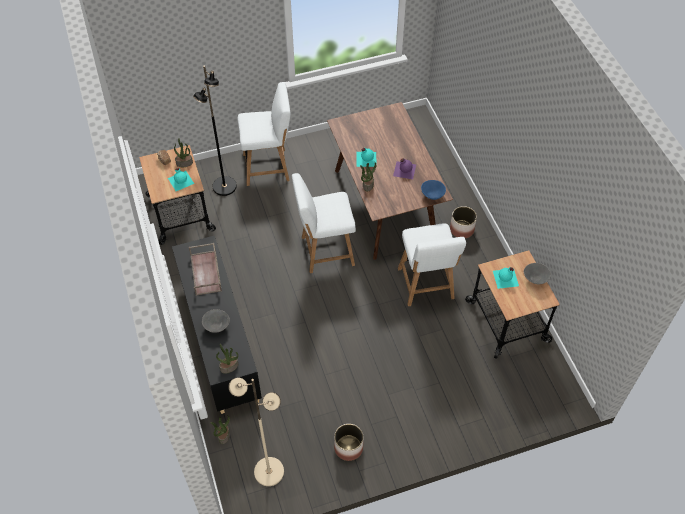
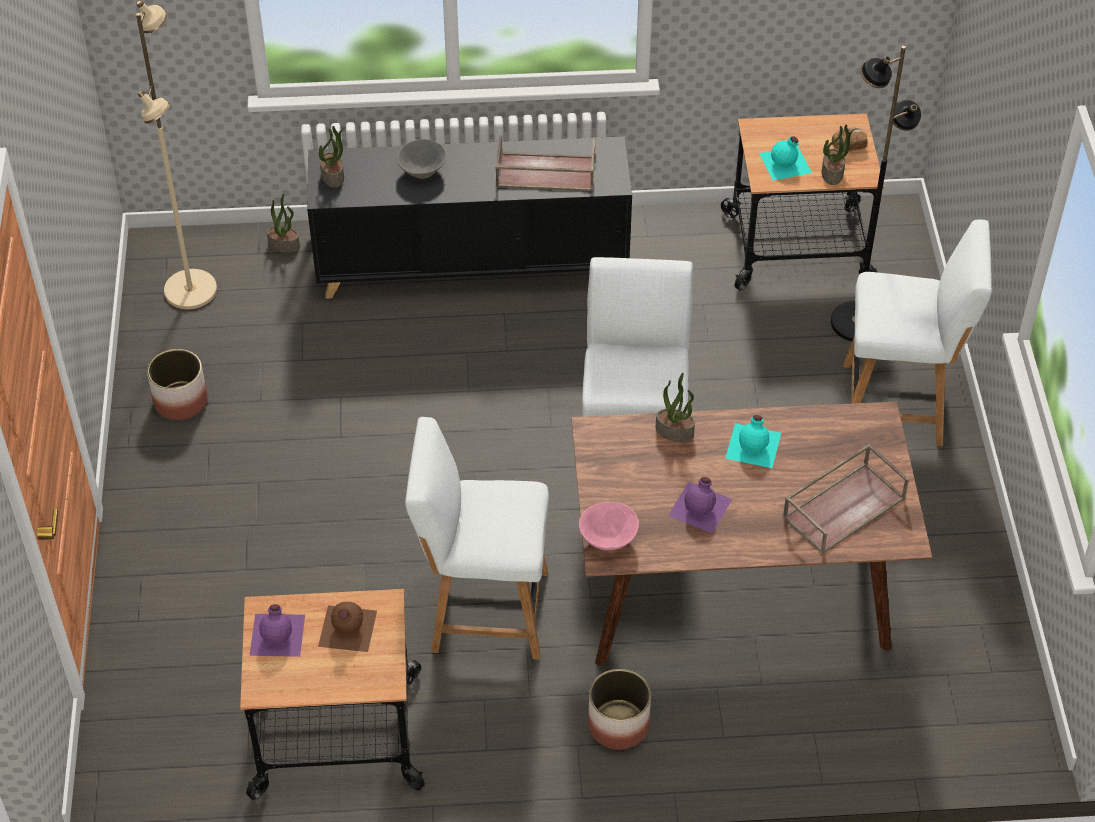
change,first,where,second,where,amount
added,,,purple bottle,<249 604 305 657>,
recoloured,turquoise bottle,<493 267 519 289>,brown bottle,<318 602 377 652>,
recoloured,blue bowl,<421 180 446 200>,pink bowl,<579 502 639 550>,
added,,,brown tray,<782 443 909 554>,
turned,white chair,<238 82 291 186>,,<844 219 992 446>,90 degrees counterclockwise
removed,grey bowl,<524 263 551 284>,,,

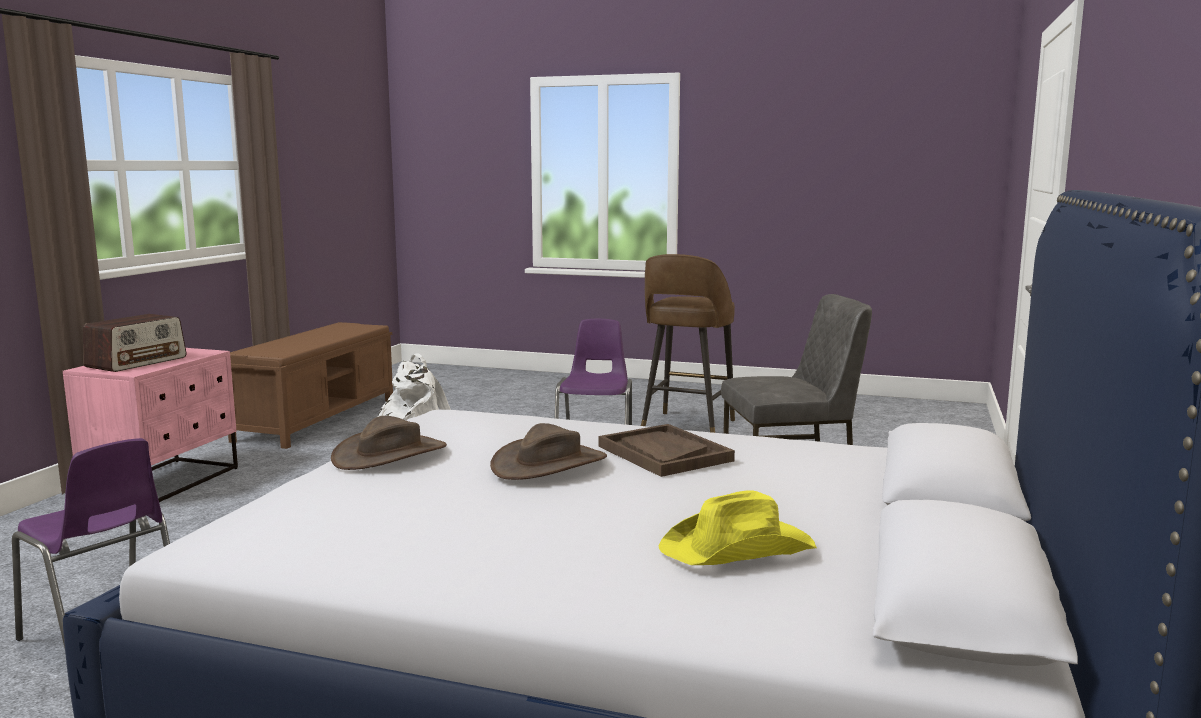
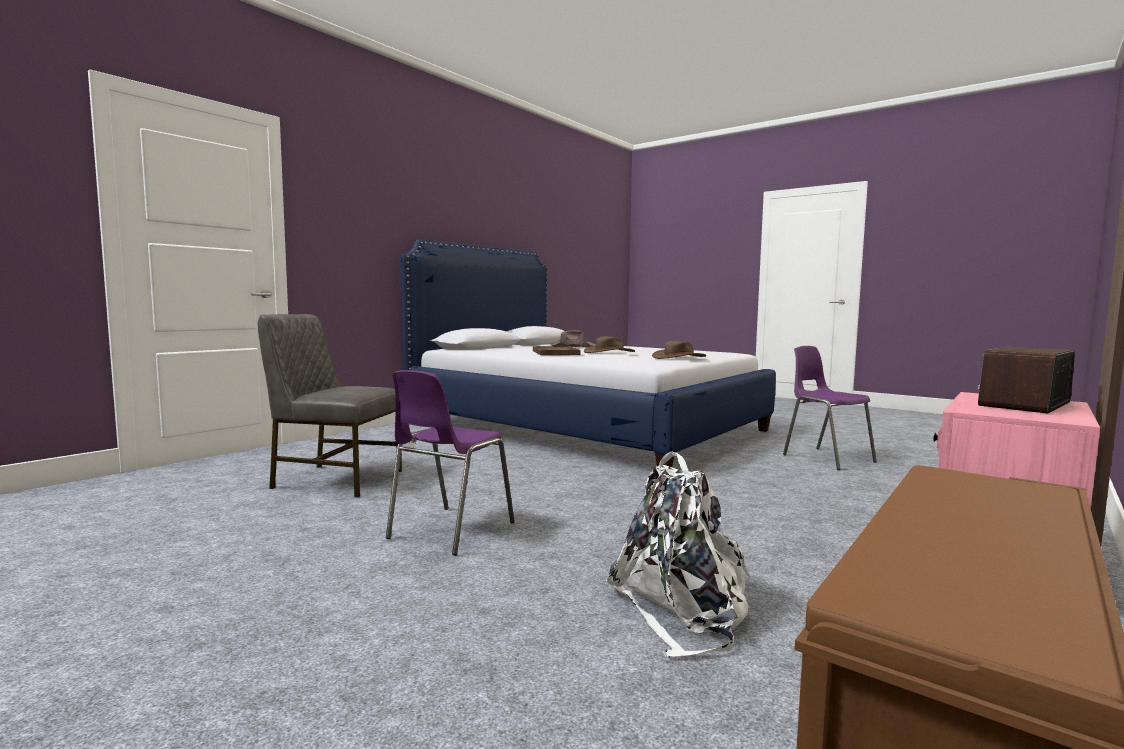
change,first,where,second,where,amount
recoloured,yellow hat,<659 490 817 565>,brown hat,<550 330 595 347>,
removed,brown stool,<641 254 735 433>,,,

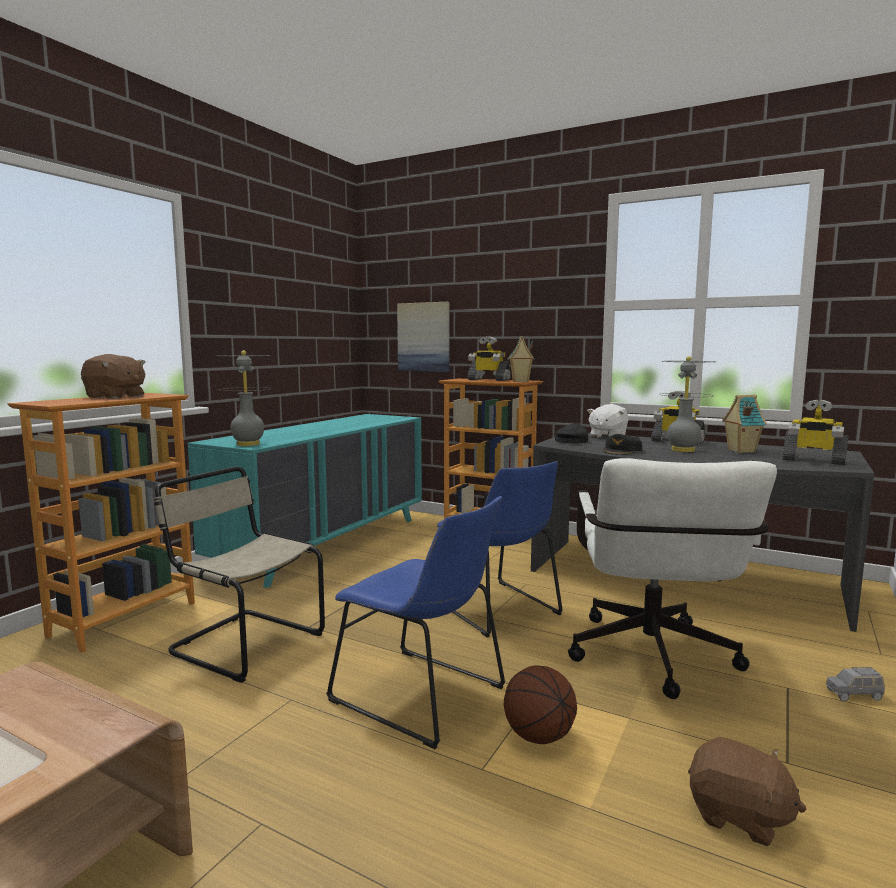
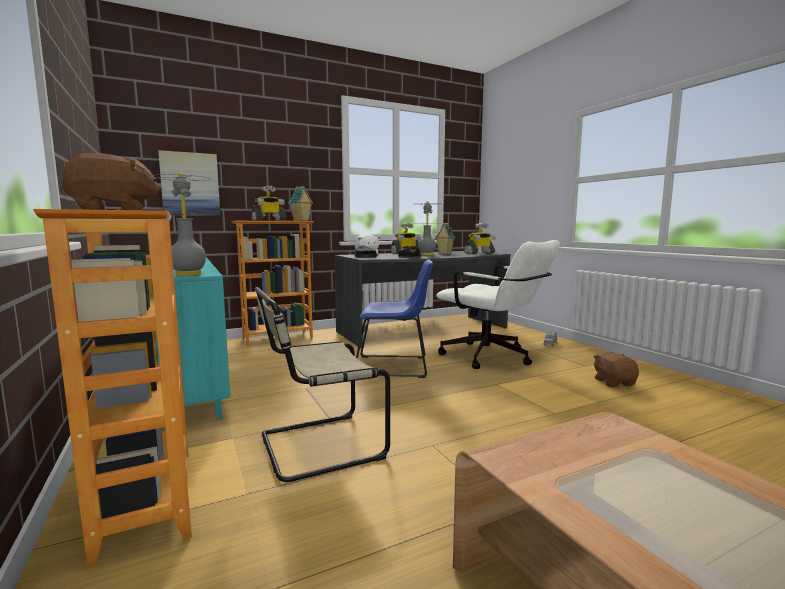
change,first,where,second,where,amount
turned,brown plush toy,<688 737 806 846>,,<593 352 639 387>,75 degrees counterclockwise
removed,blue chair,<326 496 505 749>,,,
removed,basketball,<504 665 577 744>,,,

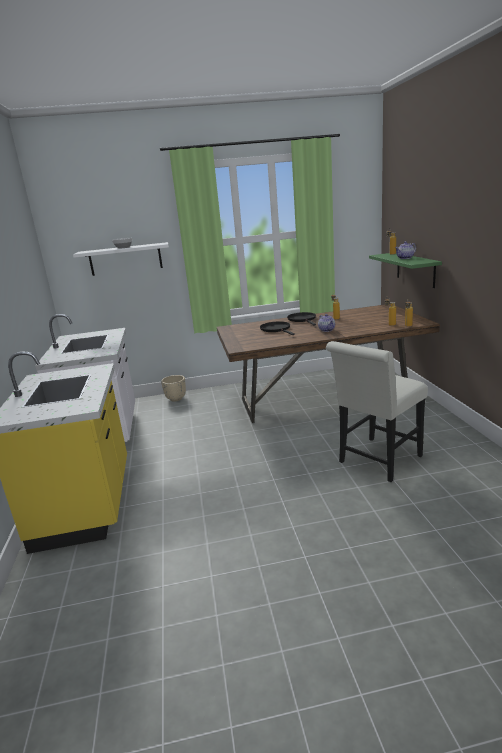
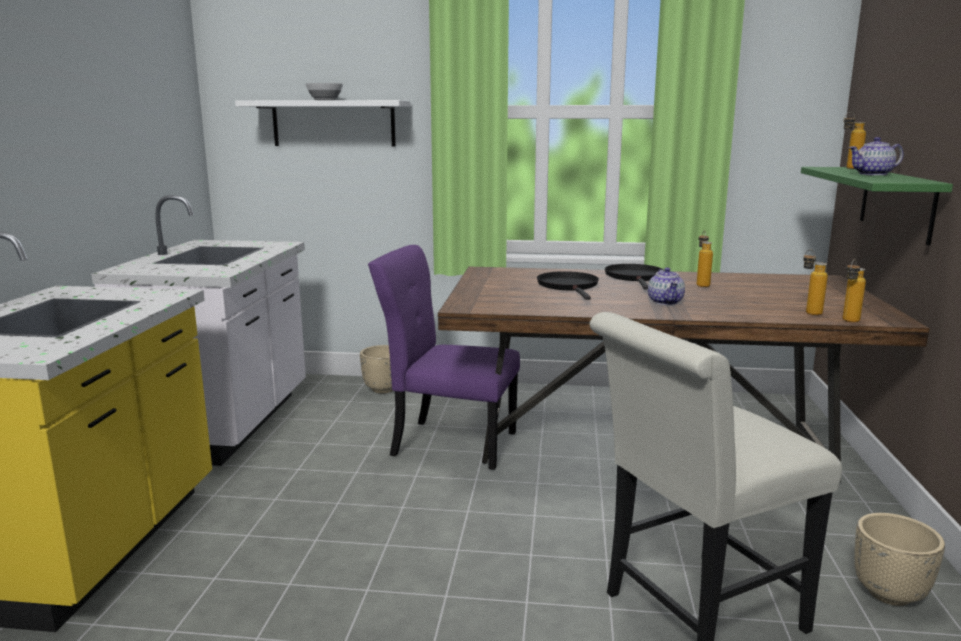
change,first,where,second,where,amount
added,,,purple chair,<368 245 520 470>,
added,,,beige planter,<854 513 945 606>,

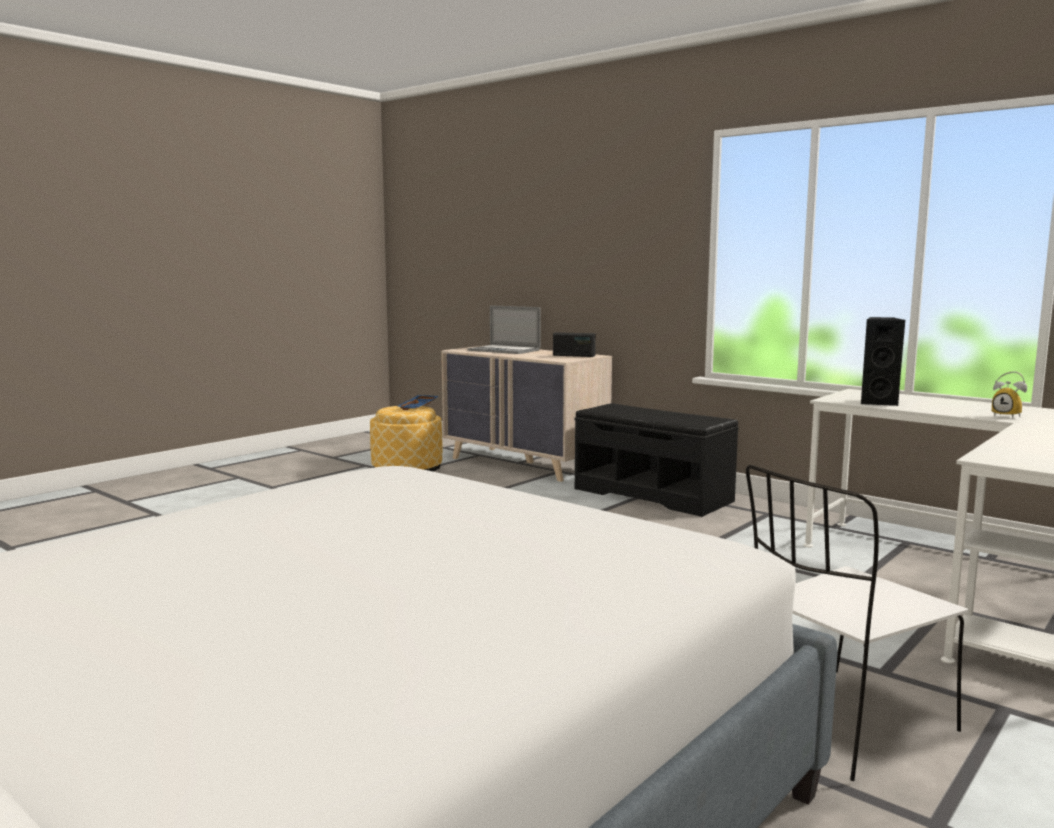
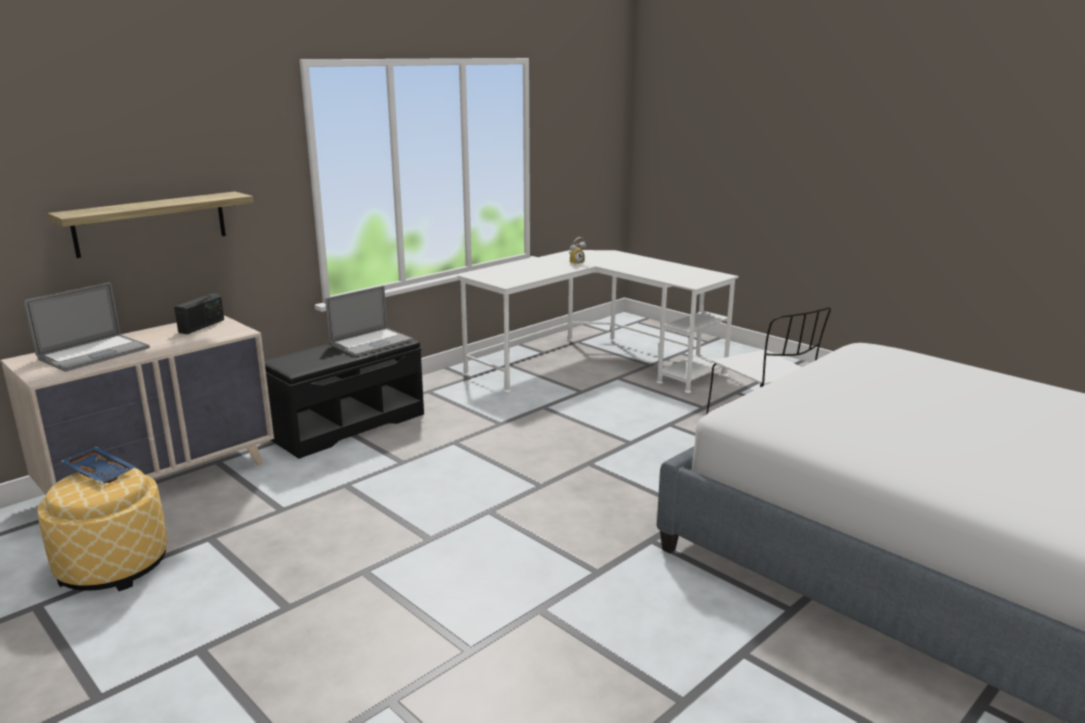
change,first,where,second,where,amount
added,,,shelf,<47 191 254 258>,
added,,,laptop,<325 285 413 356>,
removed,black speaker,<861 317 906 406>,,,

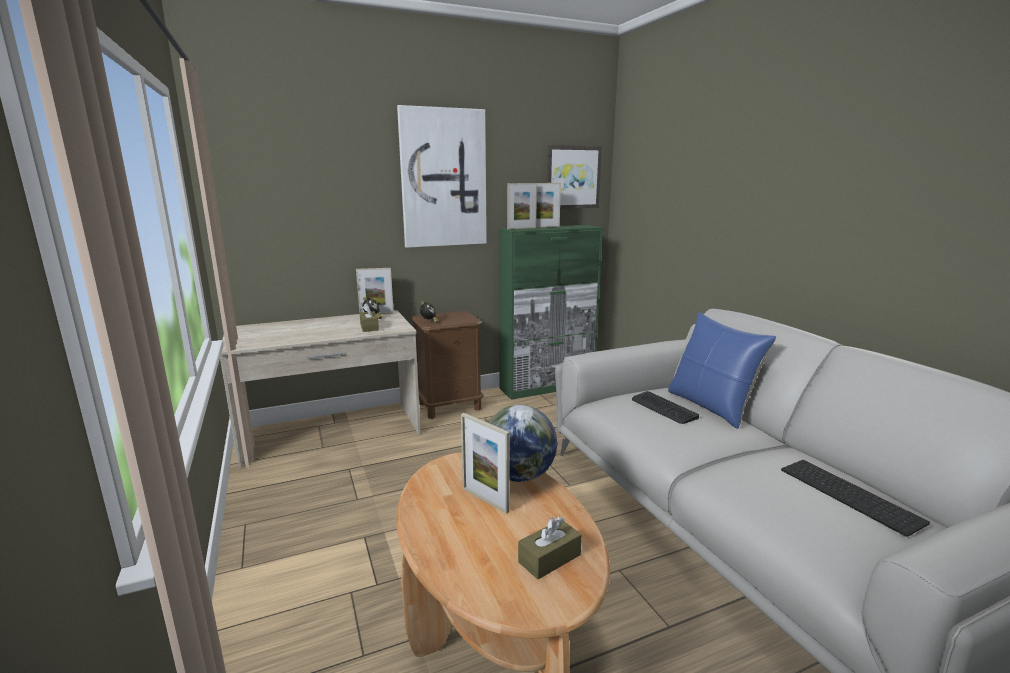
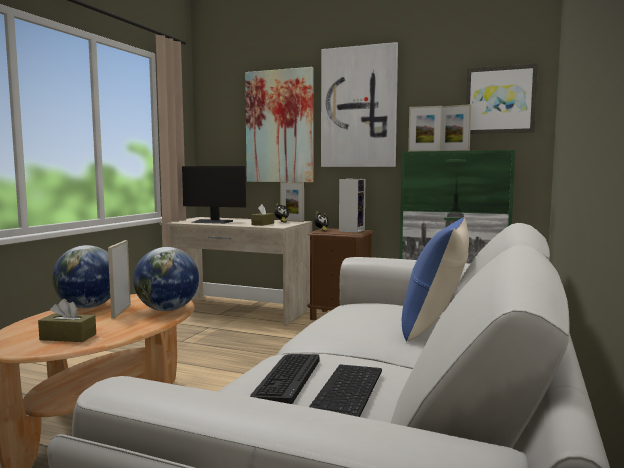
change,first,where,second,where,amount
added,,,globe,<52 245 110 308>,
added,,,monitor,<182 166 246 224>,
added,,,picture,<245 67 313 182>,
moved,keyboard,<632 391 699 424>,,<250 354 319 404>,
added,,,speaker,<339 179 365 233>,

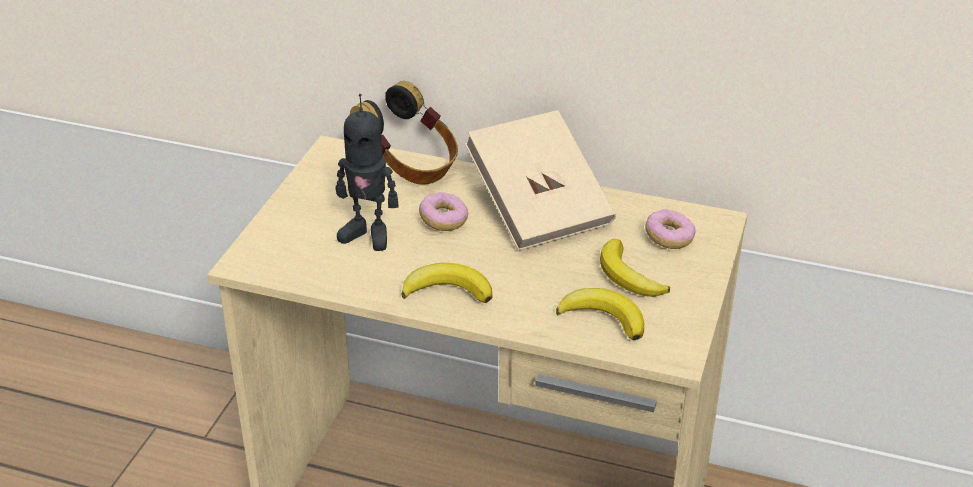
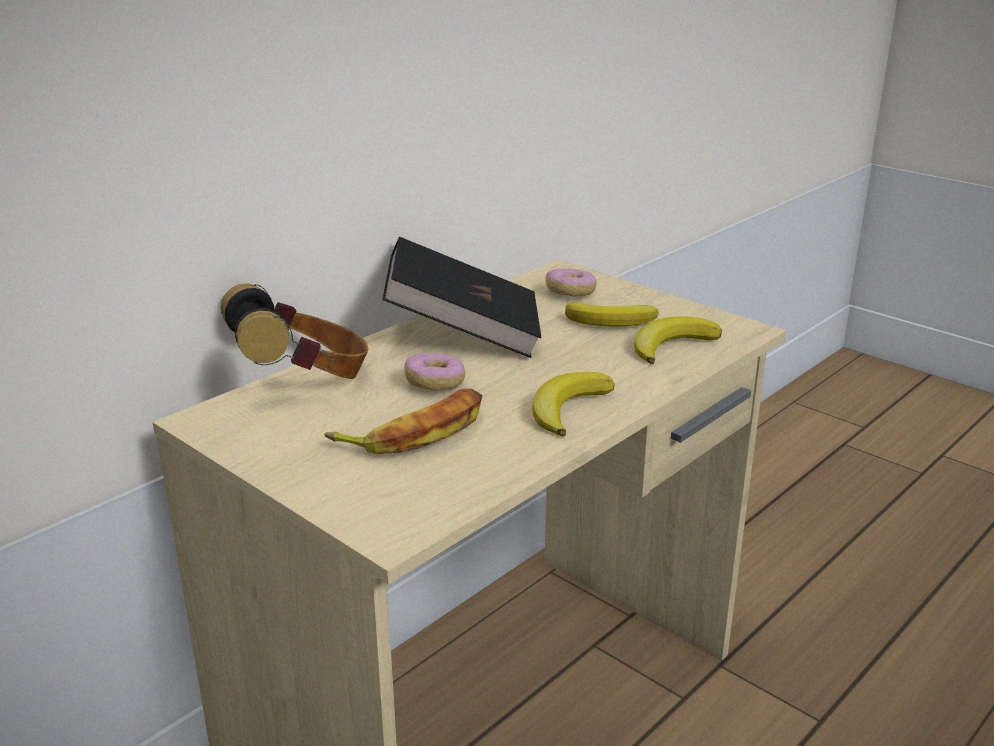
change,first,where,second,where,amount
replaced,toy robot,<336 94 399 251>,banana,<324 389 483 454>,
recoloured,beige book,<465 110 616 251>,black book,<382 237 541 358>,

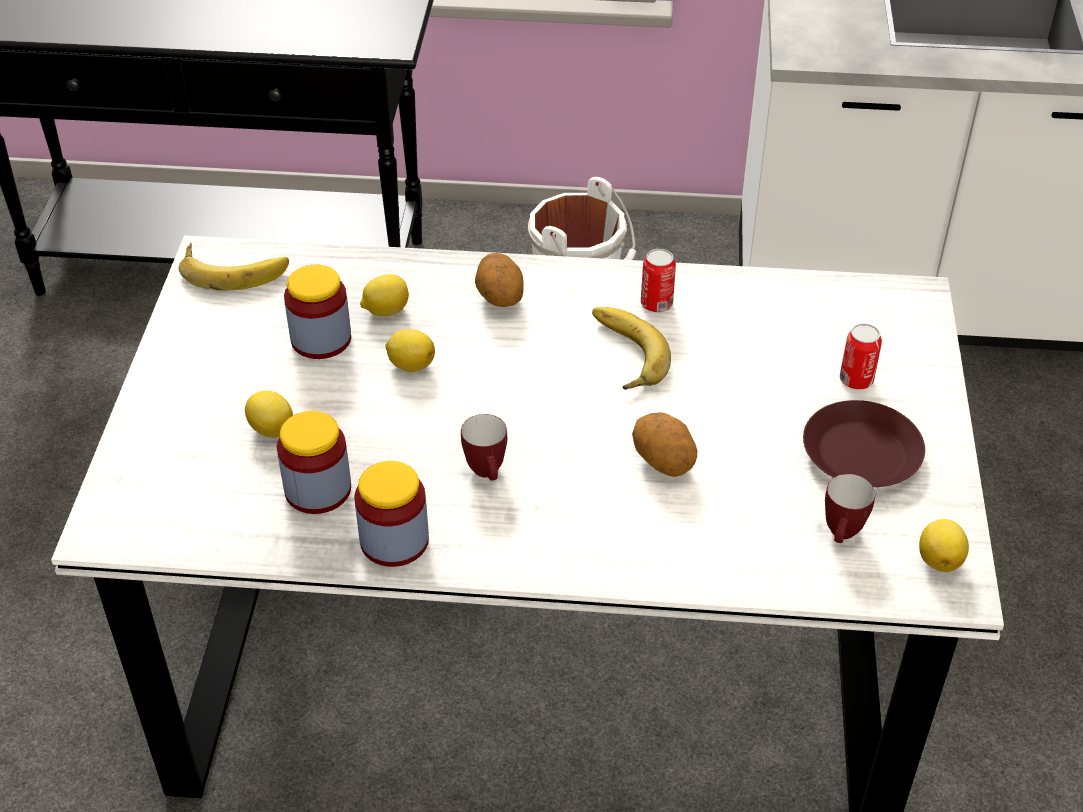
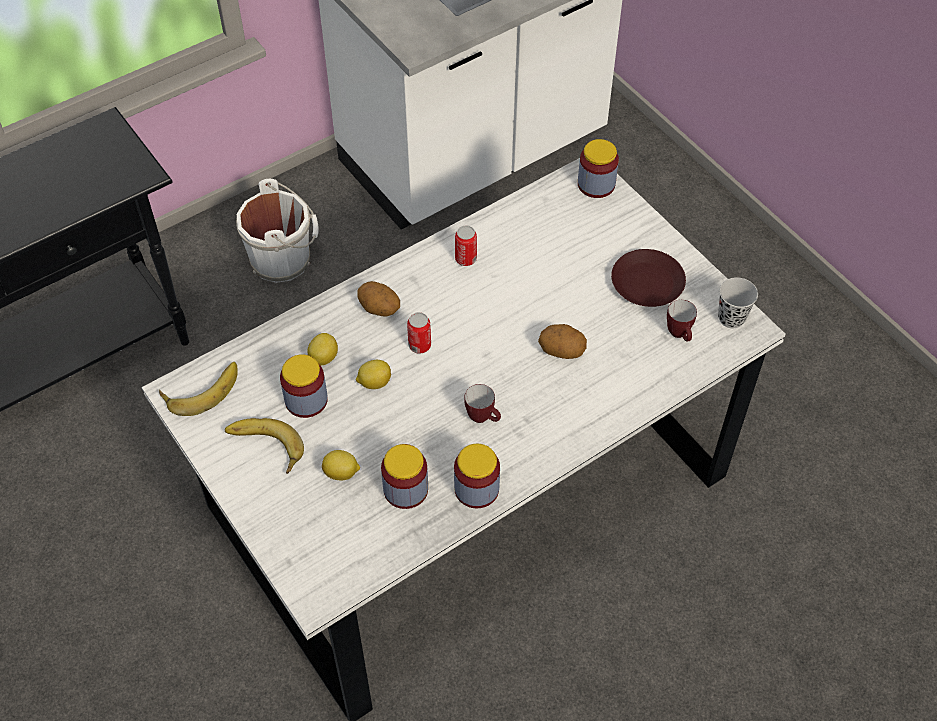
change,first,where,second,where,amount
moved,banana,<592 307 671 390>,,<225 418 304 474>,
moved,can,<840 323 882 390>,,<407 312 431 353>,
added,,,jar,<578 139 619 198>,
replaced,lemon,<919 519 969 572>,black cup,<718 277 758 328>,

